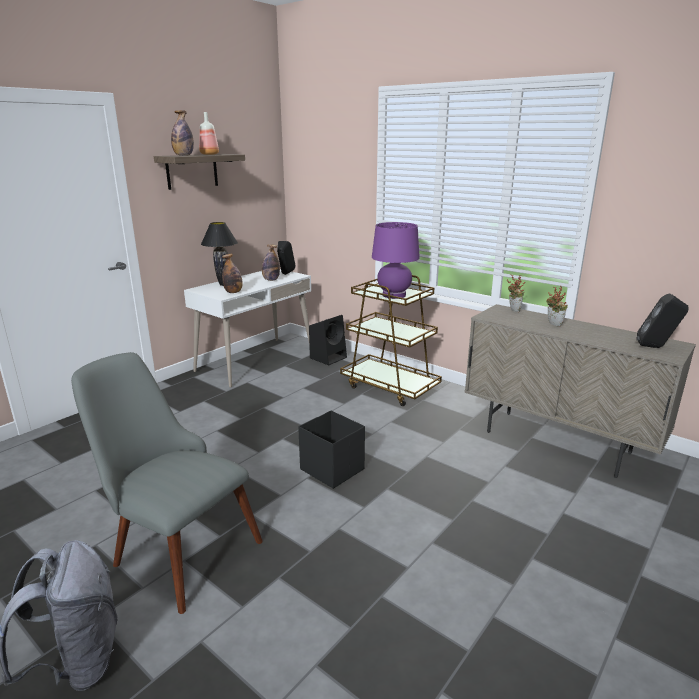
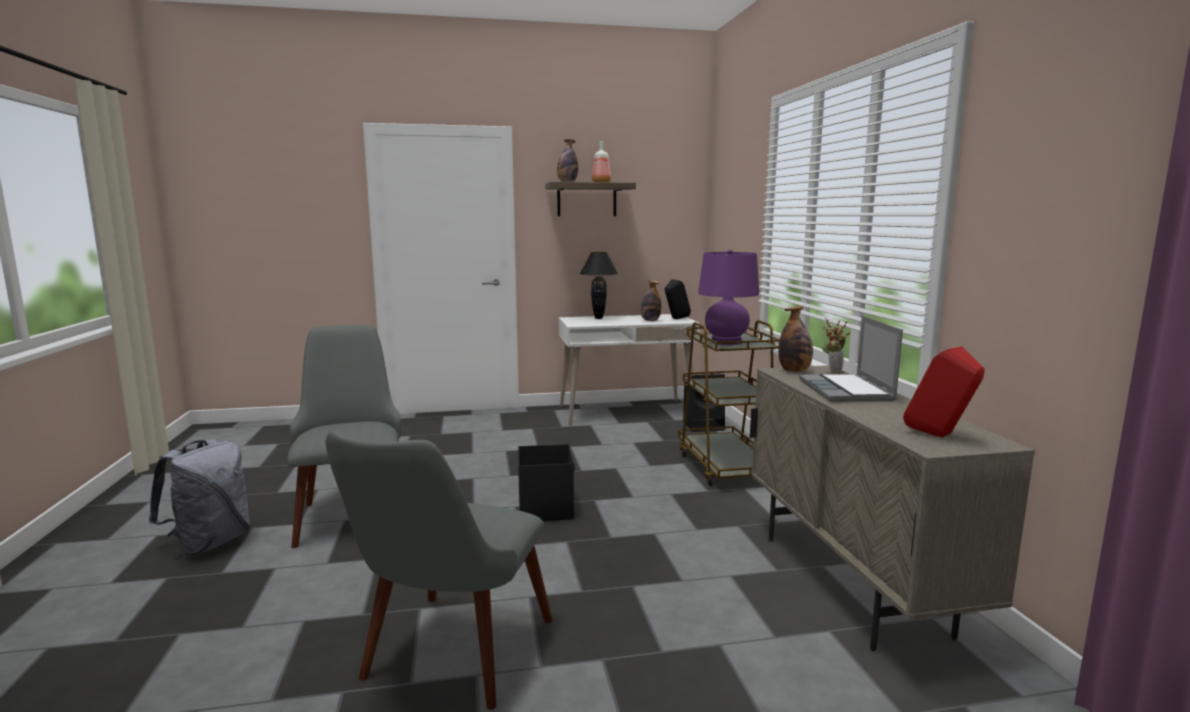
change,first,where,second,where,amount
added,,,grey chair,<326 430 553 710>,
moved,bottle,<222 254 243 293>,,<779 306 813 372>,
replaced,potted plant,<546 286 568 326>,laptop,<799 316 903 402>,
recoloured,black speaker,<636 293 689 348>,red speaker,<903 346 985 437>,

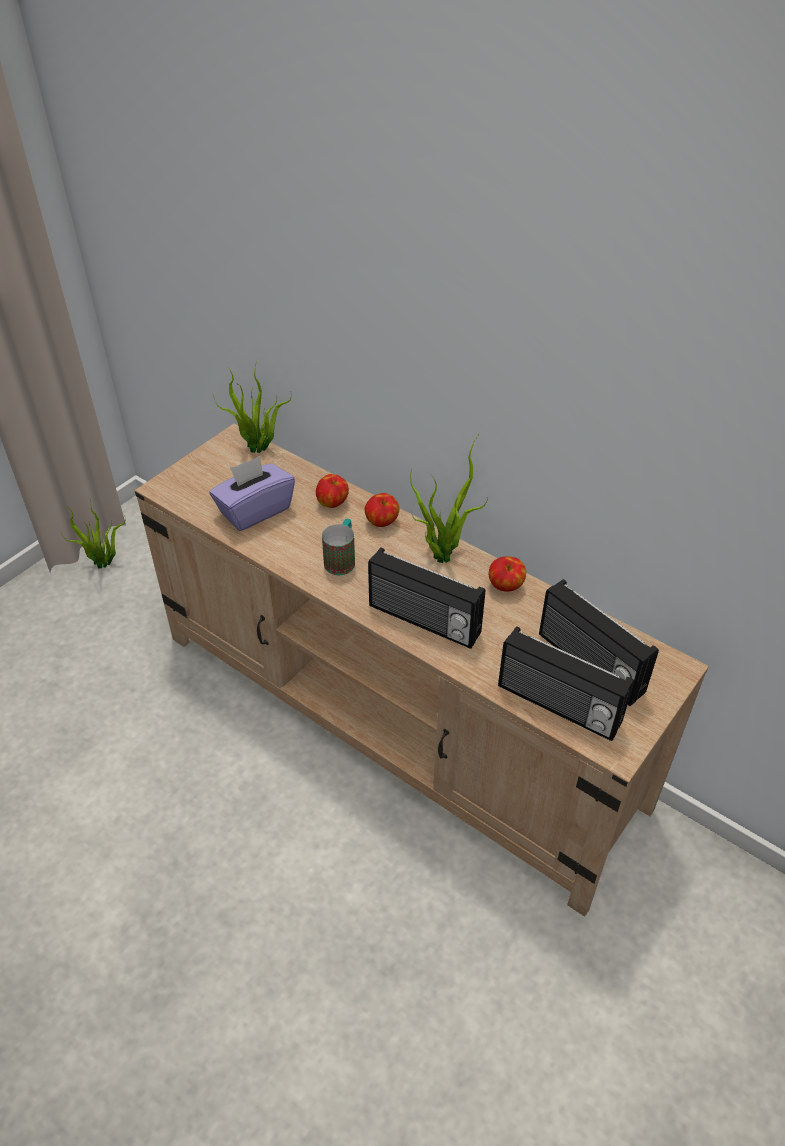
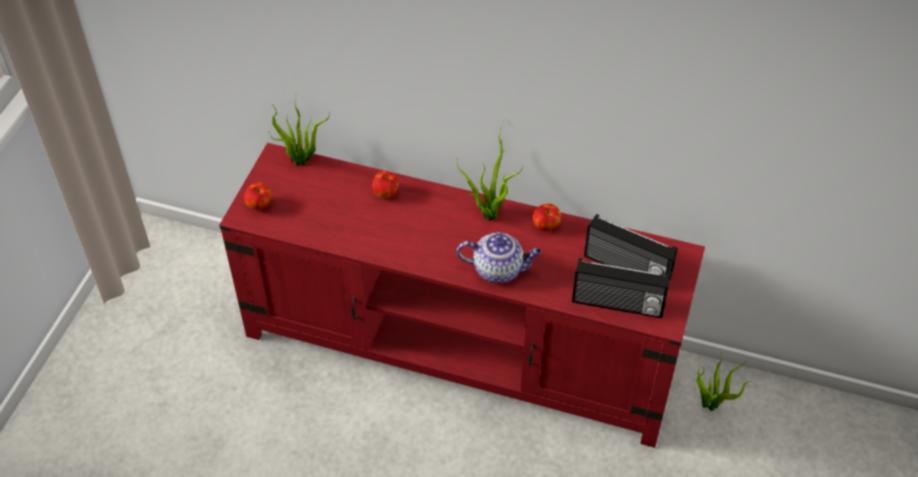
change,first,where,second,where,amount
recoloured,beige tv stand,<135 424 709 917>,red tv stand,<219 143 705 448>,
moved,apple,<365 493 399 527>,,<244 182 272 210>,
replaced,radio,<368 548 485 649>,teapot,<457 232 541 283>,
moved,potted plant,<61 500 126 569>,,<696 356 753 411>,
removed,purple tissue box,<209 456 295 531>,,,
removed,mug,<322 519 355 575>,,,

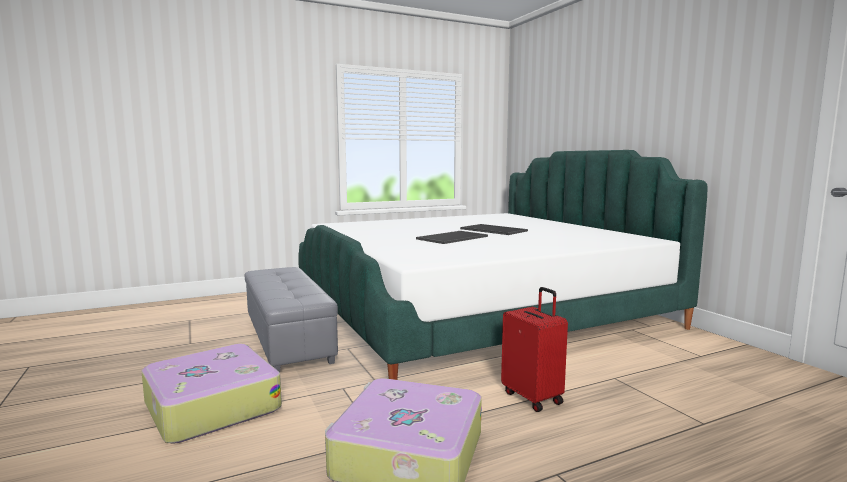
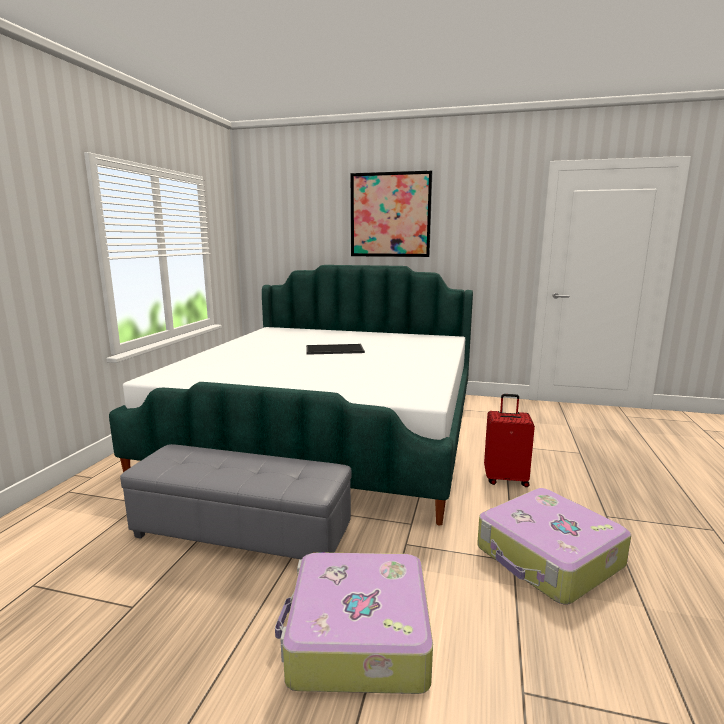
change,first,where,second,where,amount
added,,,picture,<350 170 432 257>,
removed,tray,<416 231 488 244>,,,

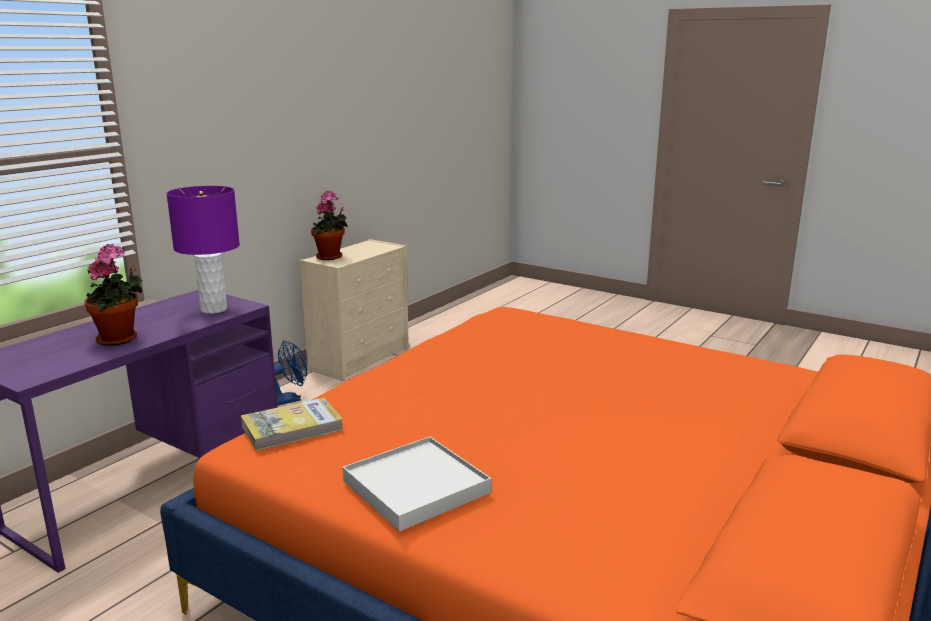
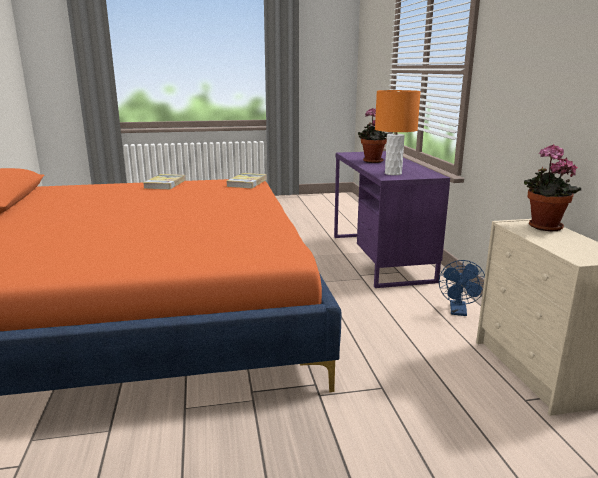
change,first,where,second,where,amount
replaced,white tray,<342 437 491 531>,book,<143 174 185 189>,
recoloured,purple table lamp,<166 186 240 314>,orange table lamp,<375 90 421 175>,

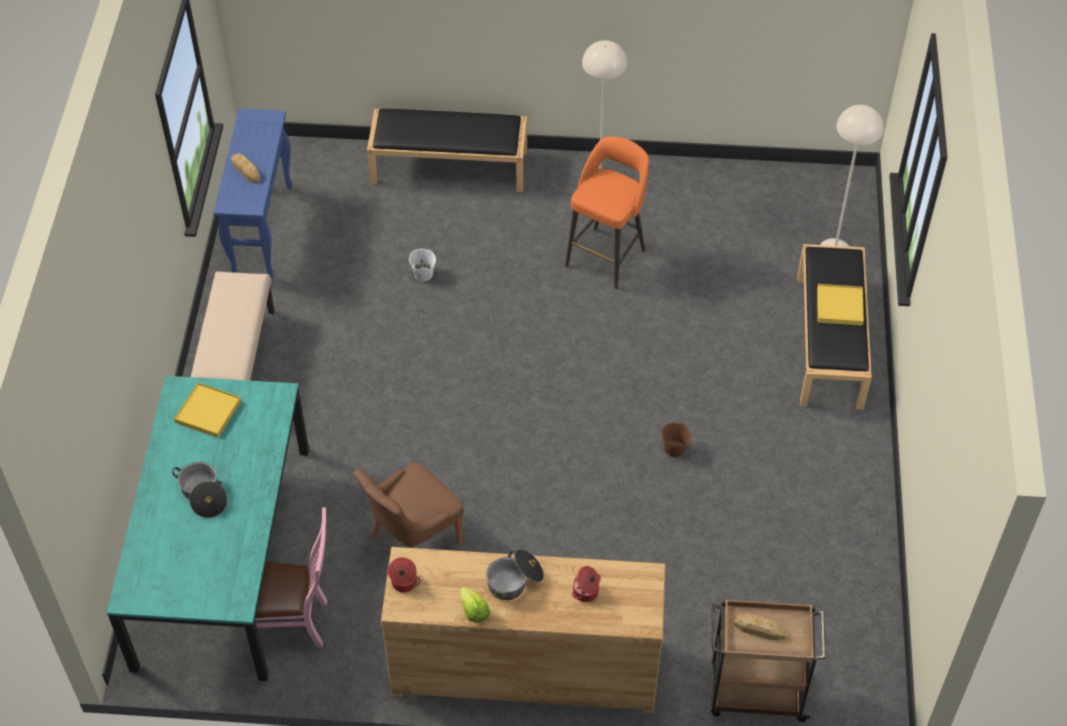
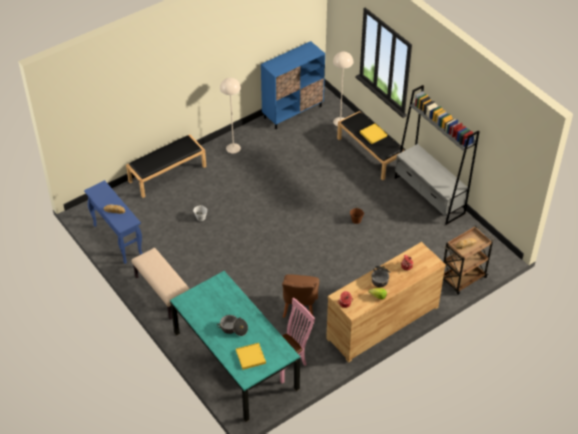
change,first,where,second,where,amount
moved,yellow tray,<174 383 241 438>,,<236 343 266 370>,
added,,,blue cabinet,<261 41 325 129>,
added,,,grey bookcase,<395 85 480 225>,
removed,orange stool,<565 136 649 289>,,,

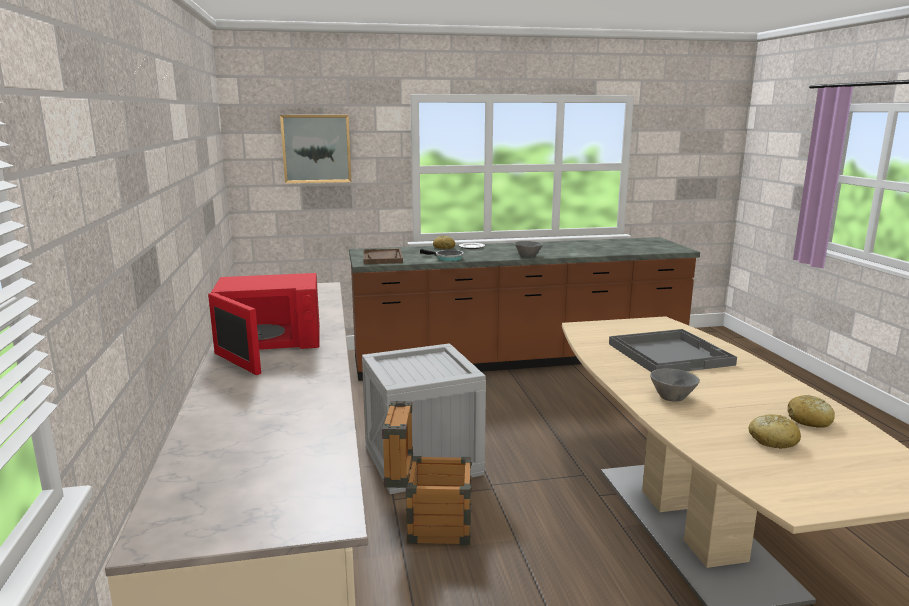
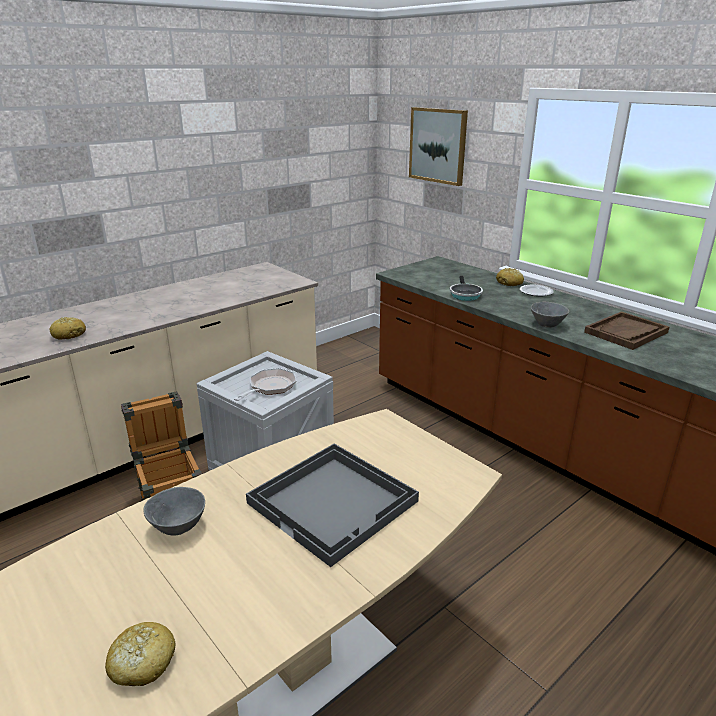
change,first,where,second,where,amount
moved,bread,<749 414 801 449>,,<50 317 86 339>,
added,,,frying pan,<234 368 296 401>,
moved,brown tray,<363 248 403 264>,,<584 311 669 350>,
removed,red microwave,<208 273 320 375>,,,

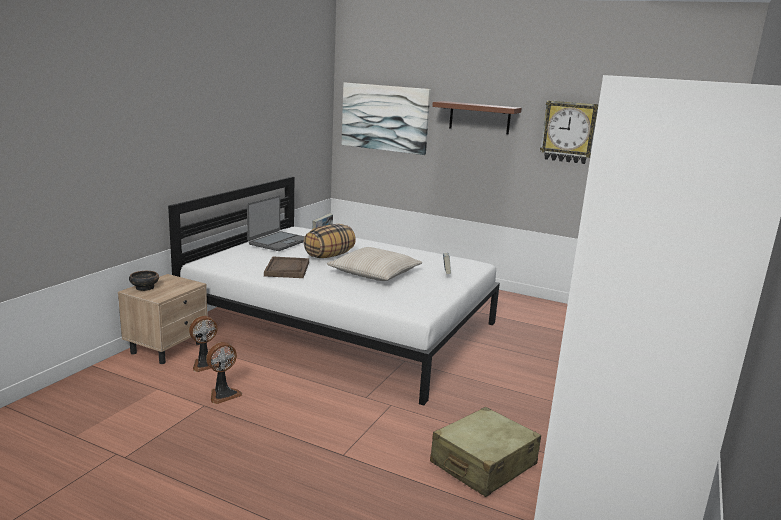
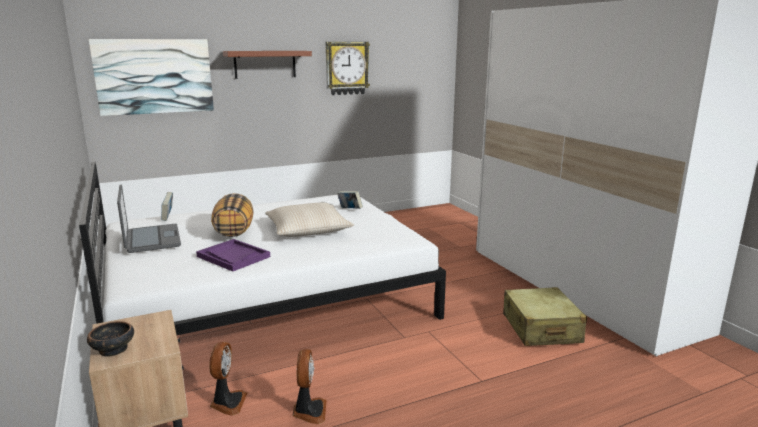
change,first,where,second,where,amount
recoloured,brown tray,<264 256 309 278>,purple tray,<196 239 270 271>,

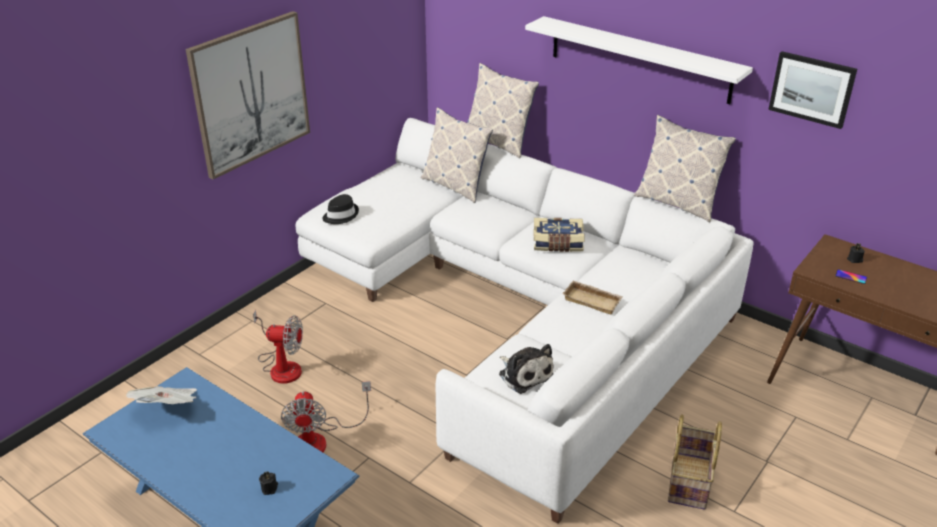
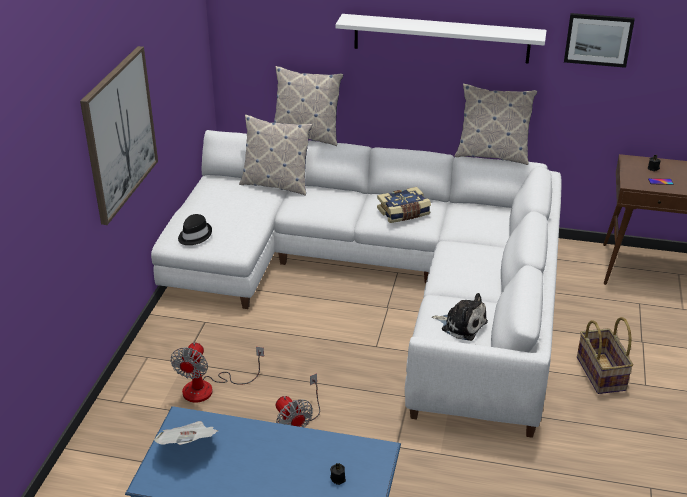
change,first,where,second,where,amount
turned,fan,<253 310 303 384>,,<170 342 264 403>,120 degrees clockwise
removed,beige tray,<562 280 623 315>,,,

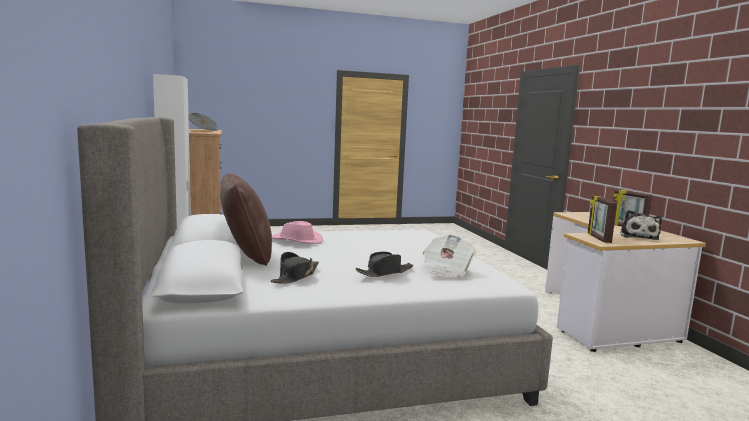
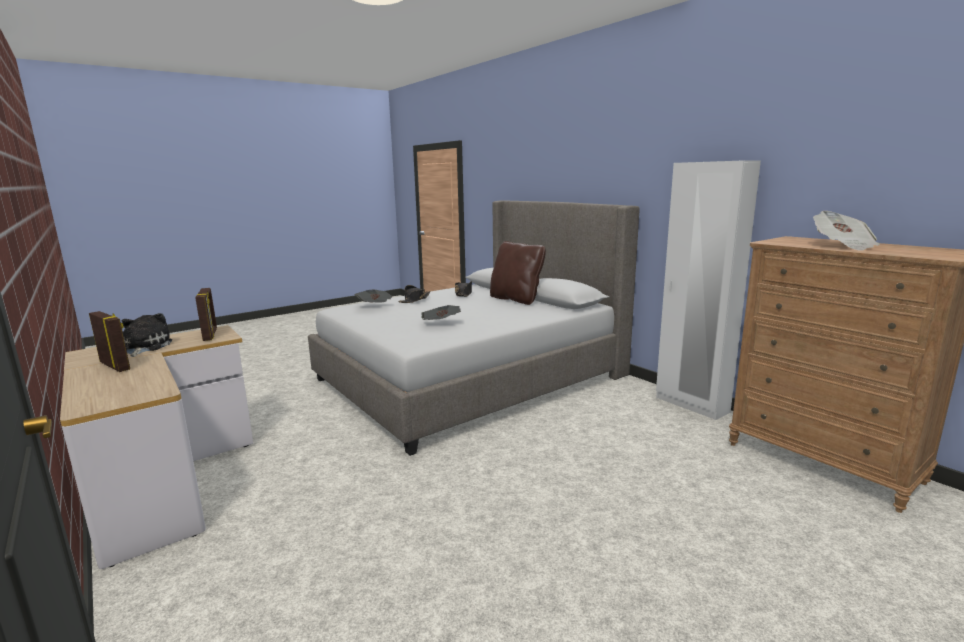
change,first,where,second,where,amount
added,,,newspaper,<421 305 461 320>,
removed,pink hat,<272 221 323 244>,,,

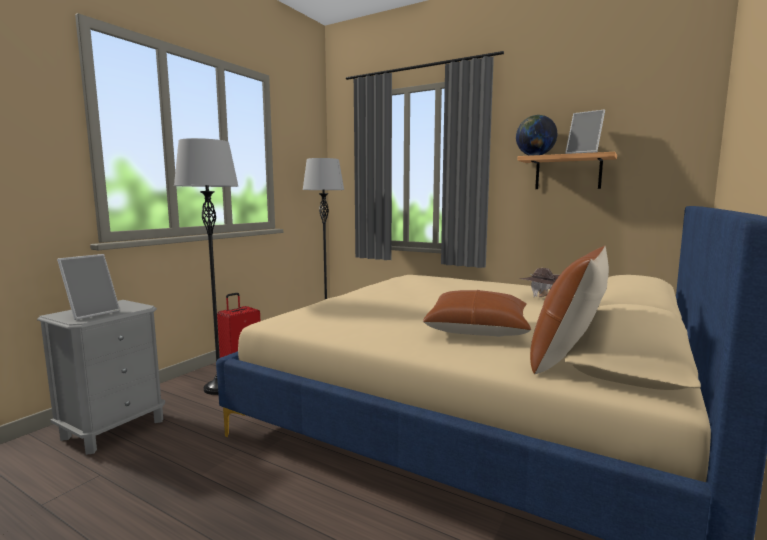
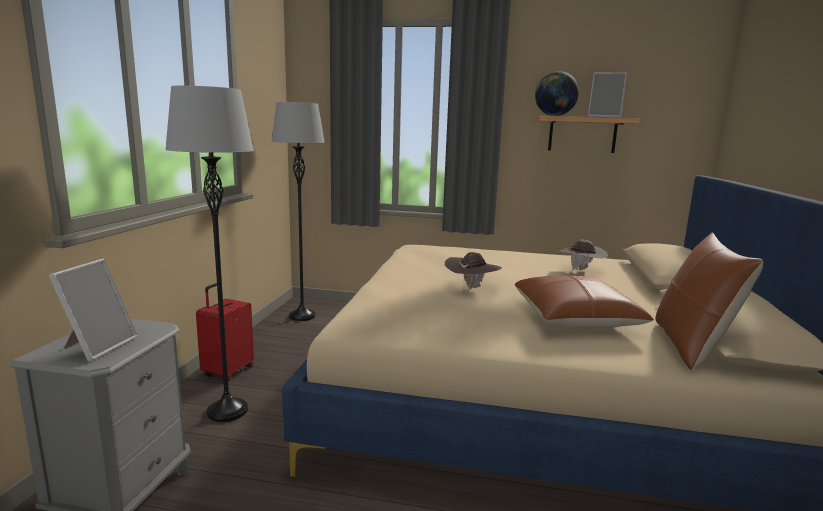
change,first,where,second,where,amount
added,,,brown hat,<445 252 502 290>,

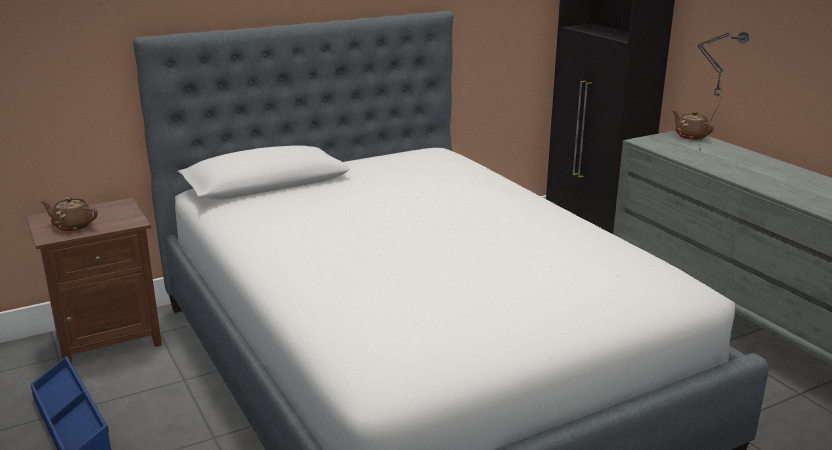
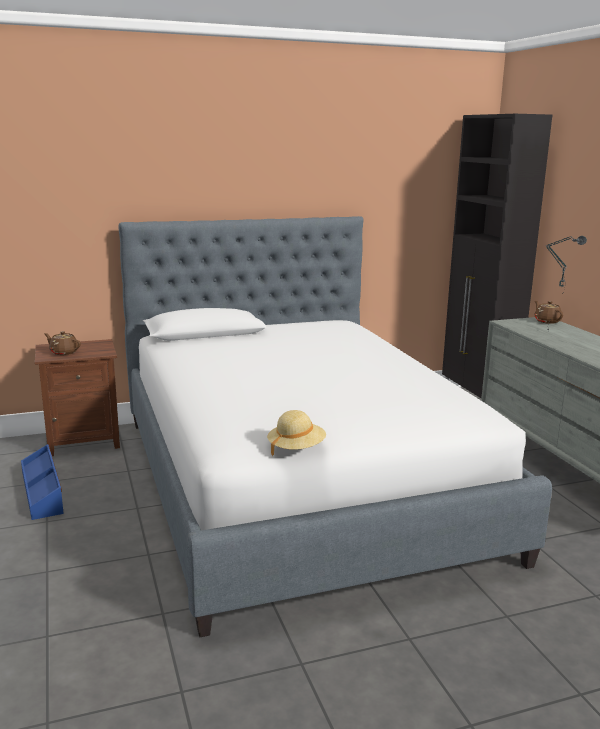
change,first,where,second,where,amount
added,,,beige hat,<267 410 326 456>,

